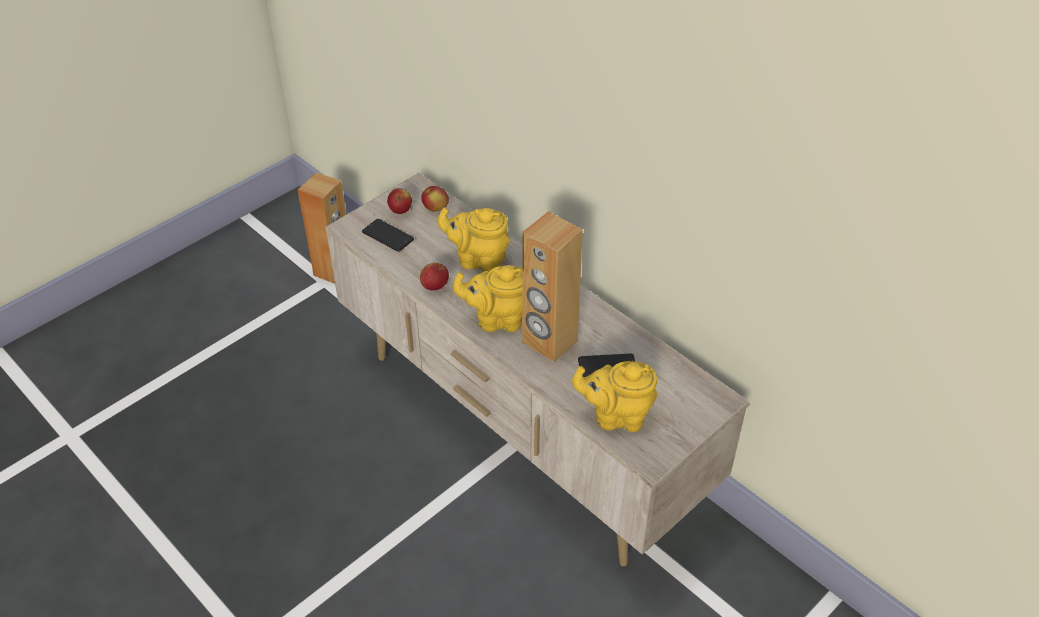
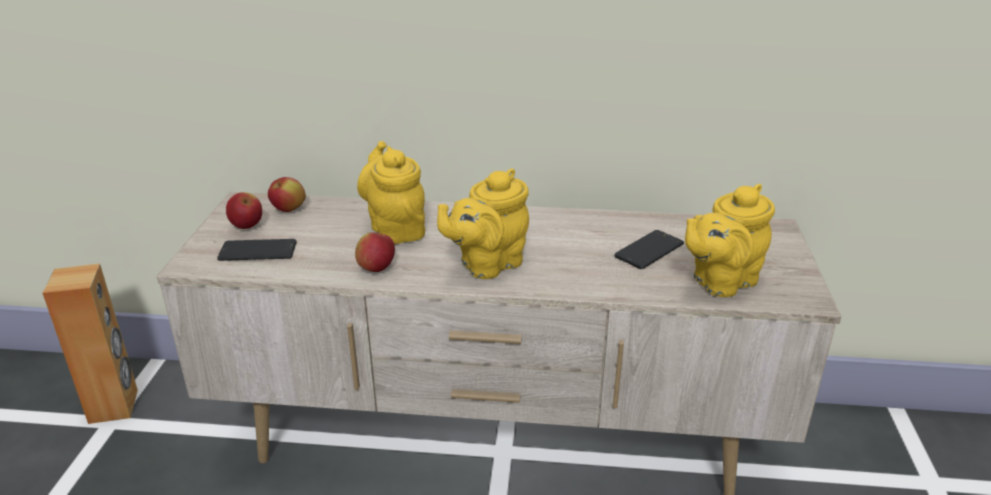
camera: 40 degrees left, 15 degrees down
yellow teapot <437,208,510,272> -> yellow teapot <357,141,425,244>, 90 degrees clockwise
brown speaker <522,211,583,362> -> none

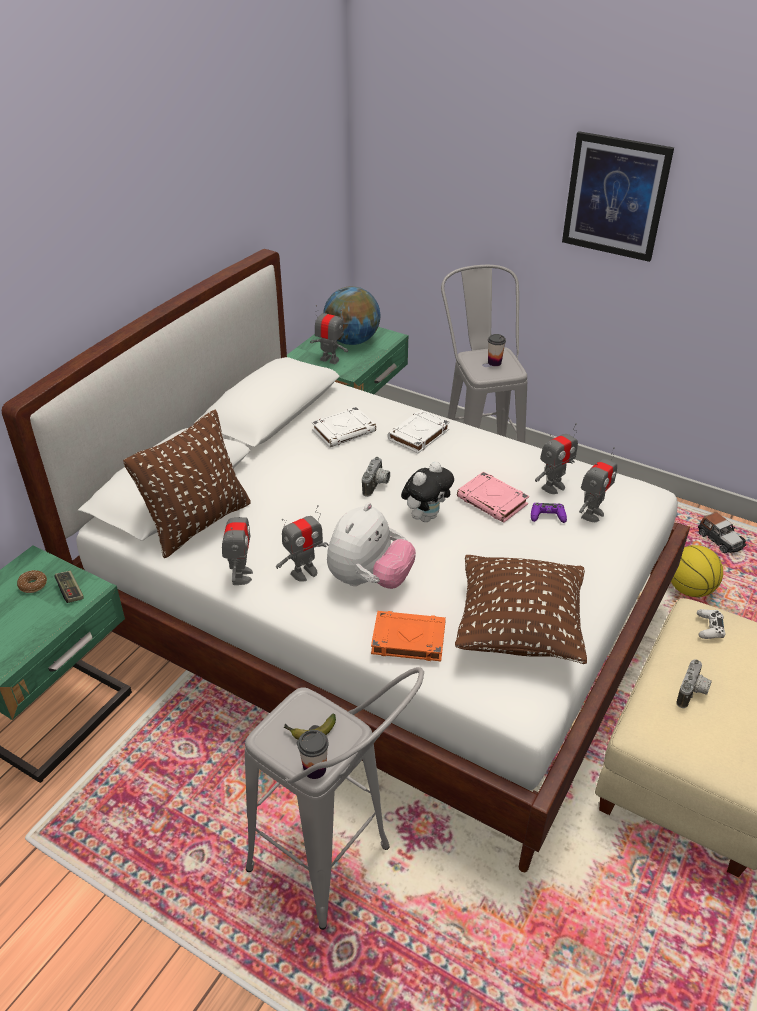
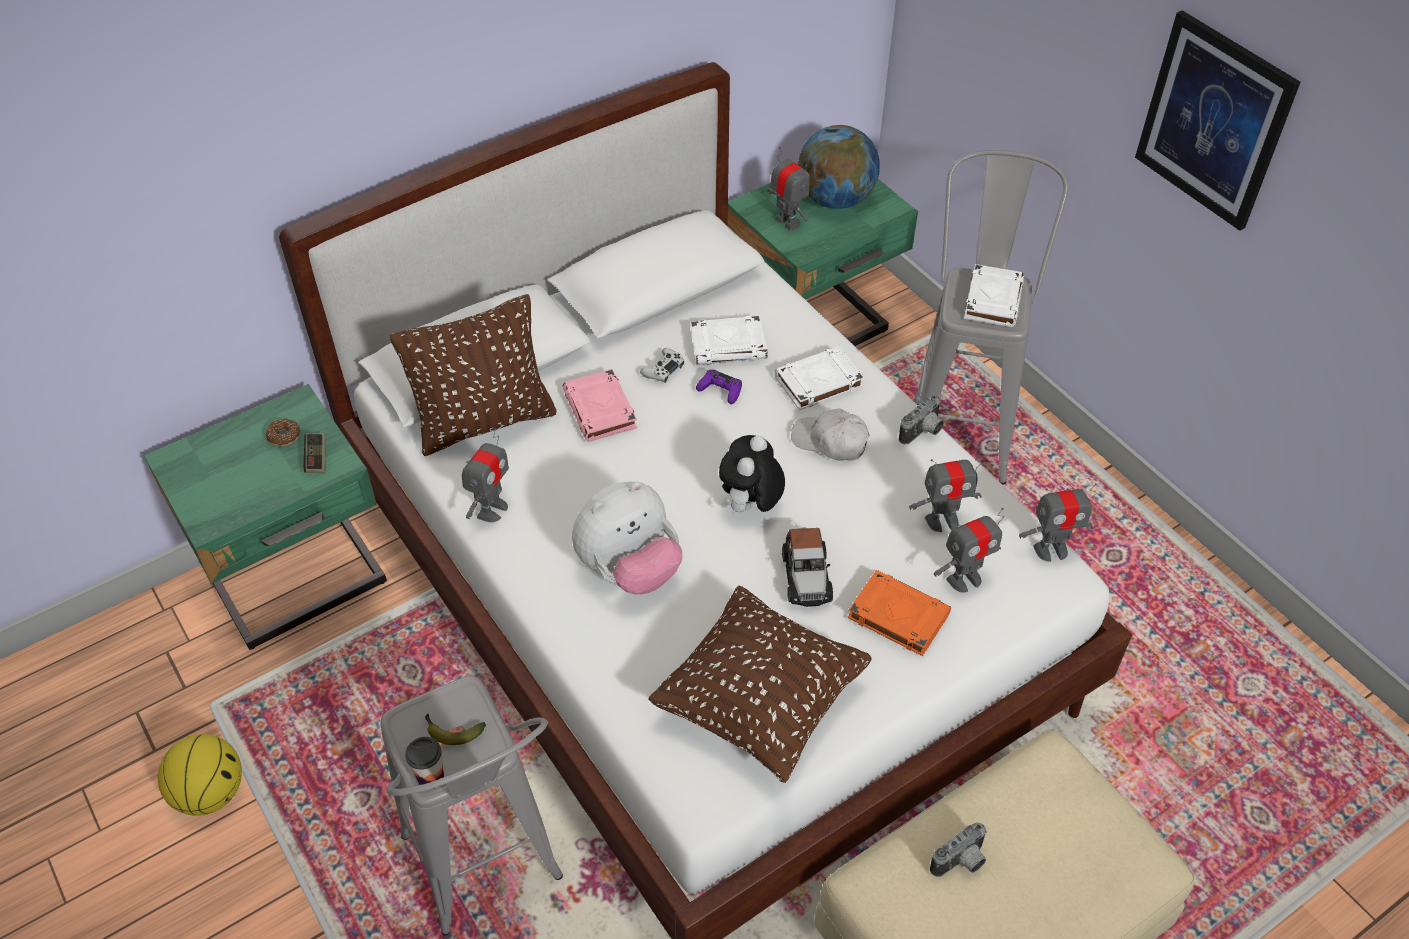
camera: 25 degrees right, 10 degrees up
cup <488,334,506,366> -> white book <964,264,1024,327>
photo camera <362,457,390,497> -> photo camera <899,396,944,445>, move
plush toy <401,461,454,522> -> plush toy <719,435,785,515>, 135 degrees clockwise
pink book <457,472,529,523> -> pink book <563,369,637,442>, move
purple game controller <531,503,567,523> -> purple game controller <696,369,742,404>, move
toy robot <276,505,329,582> -> toy robot <1019,483,1097,562>, move
toy car <698,512,746,554> -> toy car <782,528,833,607>, move
basketball <671,545,723,597> -> basketball <158,734,242,816>, move
white game controller <697,609,726,639> -> white game controller <640,348,684,383>, move
orange book <371,611,446,661> -> orange book <847,570,951,656>, move
none -> white cap <791,408,869,461>

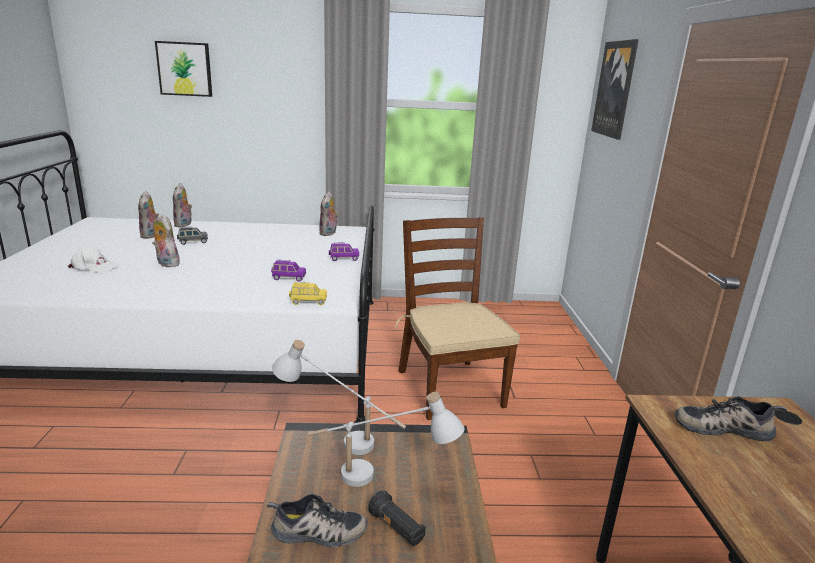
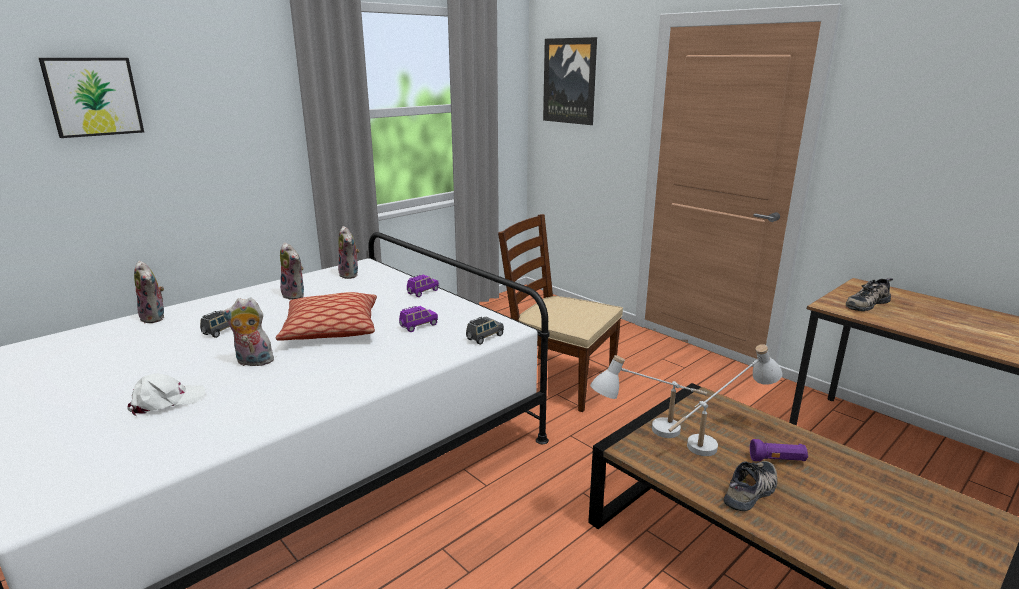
camera: 40 degrees left, 0 degrees up
plush toy <138,191,159,239> -> plush toy <280,242,304,300>, move
yellow toy car <289,283,327,305> -> grey toy car <466,316,504,345>
black flashlight <368,490,426,546> -> purple flashlight <750,439,808,461>
none -> pillow <276,292,377,340>

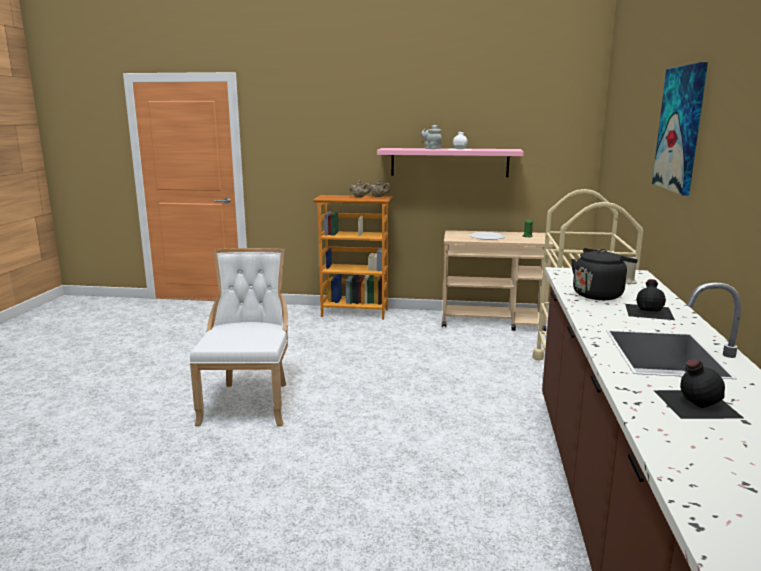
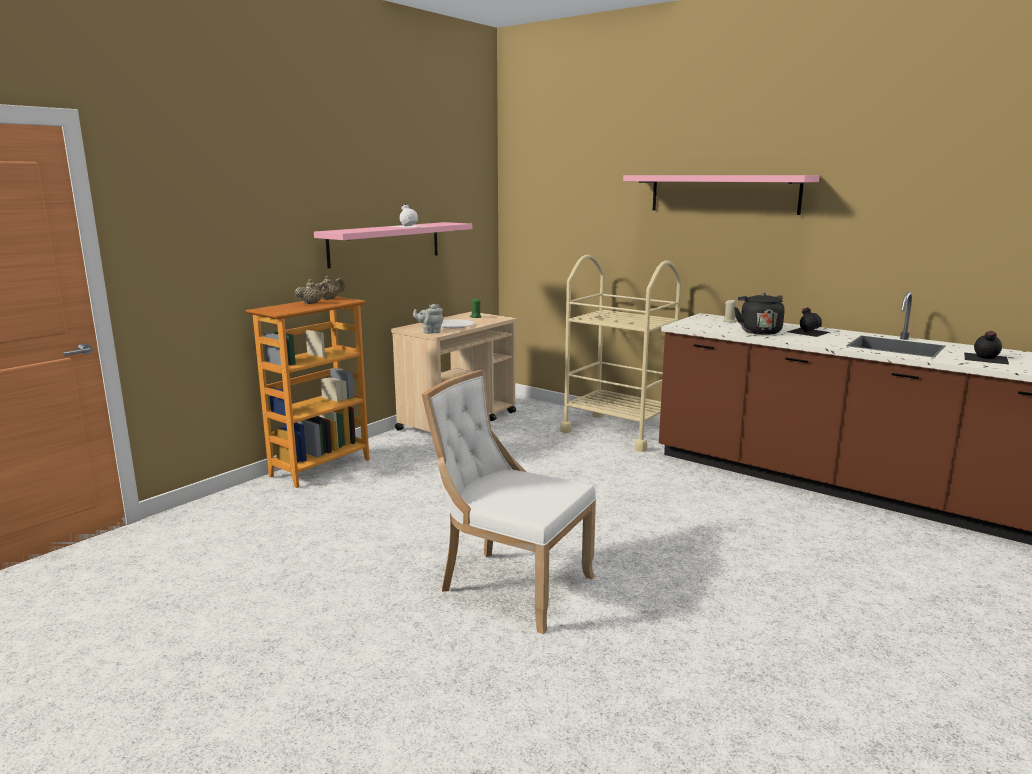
camera: 60 degrees left, 0 degrees up
picture <652,62,708,195> -> pink shelf <623,175,820,215>
grey teapot <421,125,442,149> -> grey teapot <413,304,444,334>, move

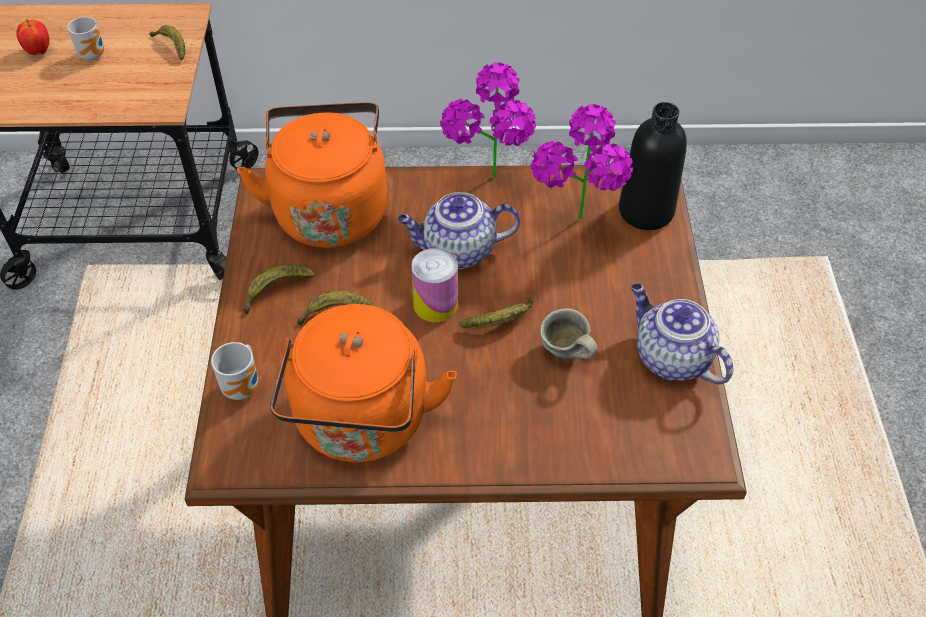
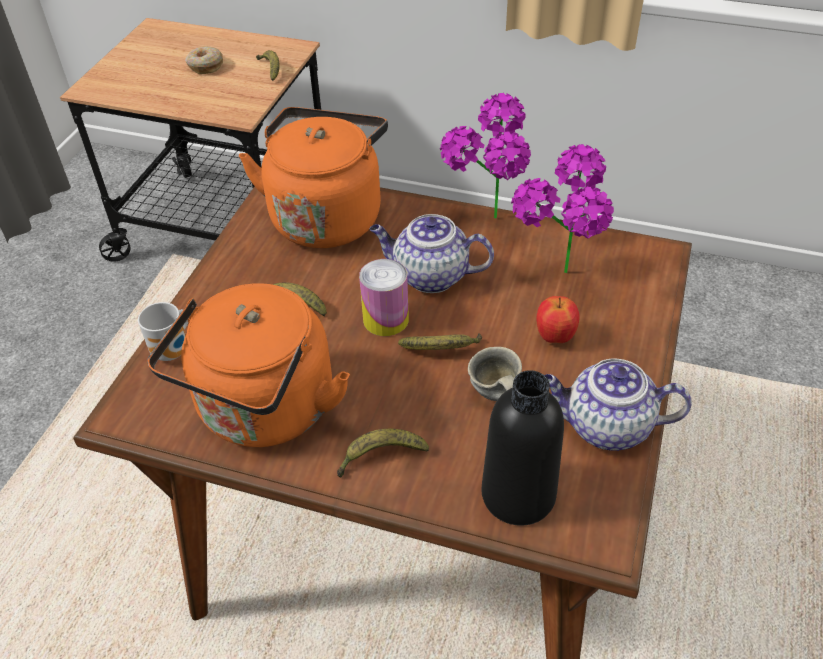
camera: 20 degrees right, 5 degrees down
mug <67,17,104,61> -> donut <185,46,223,74>
apple <17,19,49,55> -> apple <537,296,579,343>, move
black bottle <619,102,687,230> -> black bottle <482,370,564,526>, move
banana <244,264,314,314> -> banana <337,429,429,477>, move
teapot <631,283,733,384> -> teapot <544,359,692,451>, 60 degrees counterclockwise

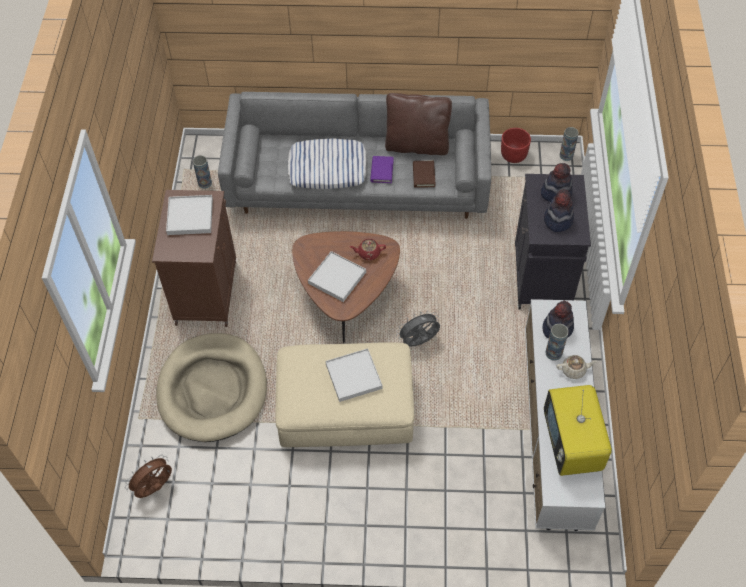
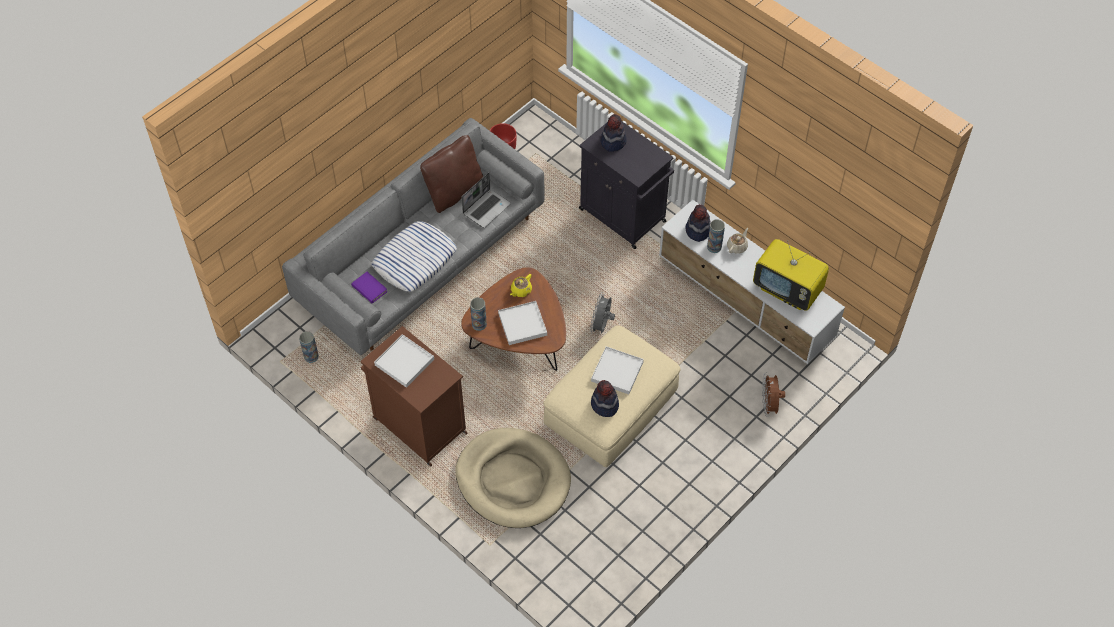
camera: 50 degrees left, 0 degrees up
vase <560,127,579,161> -> vase <470,297,487,331>, move
purple book <370,156,394,183> -> purple book <351,272,388,303>, move
brown book <413,160,435,188> -> laptop <461,172,511,228>
hat <544,190,574,232> -> hat <591,380,619,417>, move
red teapot <350,239,386,260> -> yellow teapot <510,274,532,297>
brown fan <125,454,172,498> -> brown fan <762,373,785,417>, move

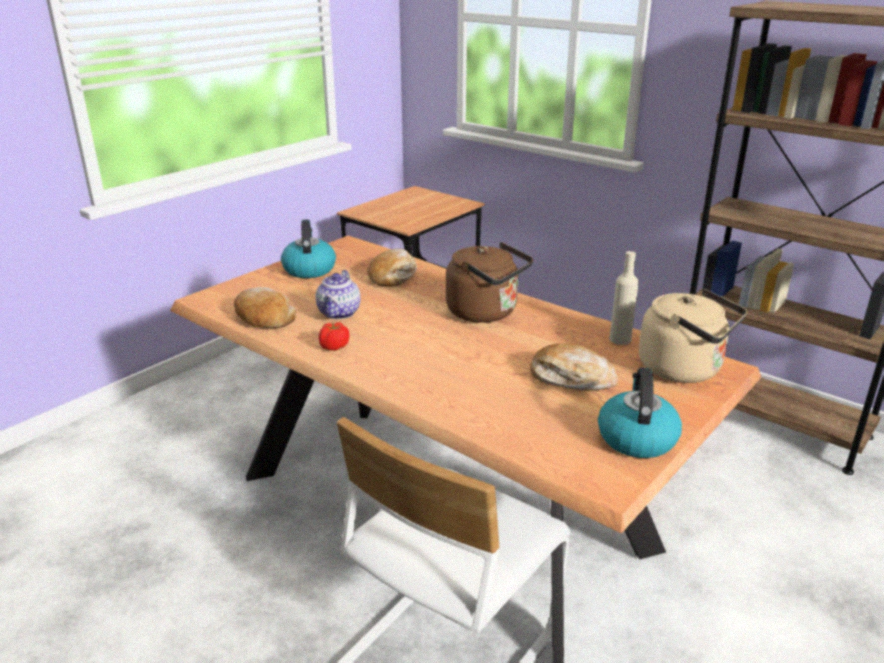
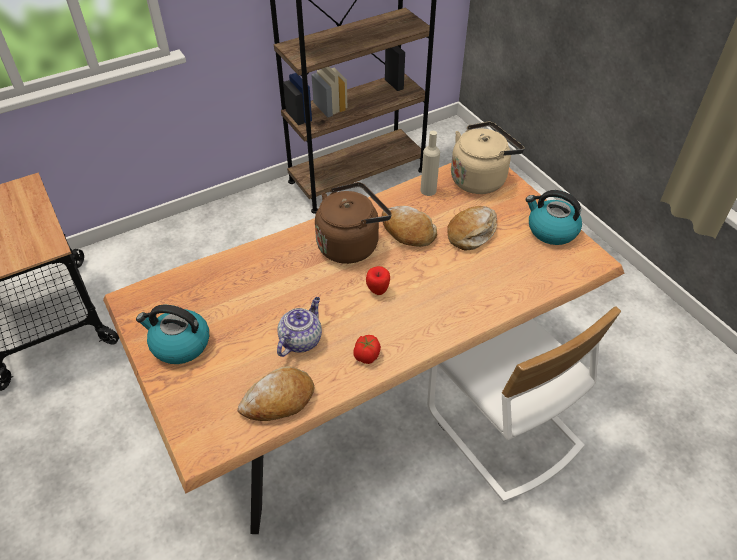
camera: 70 degrees left, 20 degrees up
bread <367,248,417,287> -> bread <382,206,437,247>, move
teapot <316,270,361,319> -> teapot <277,297,322,357>, 90 degrees counterclockwise
none -> apple <366,266,390,295>

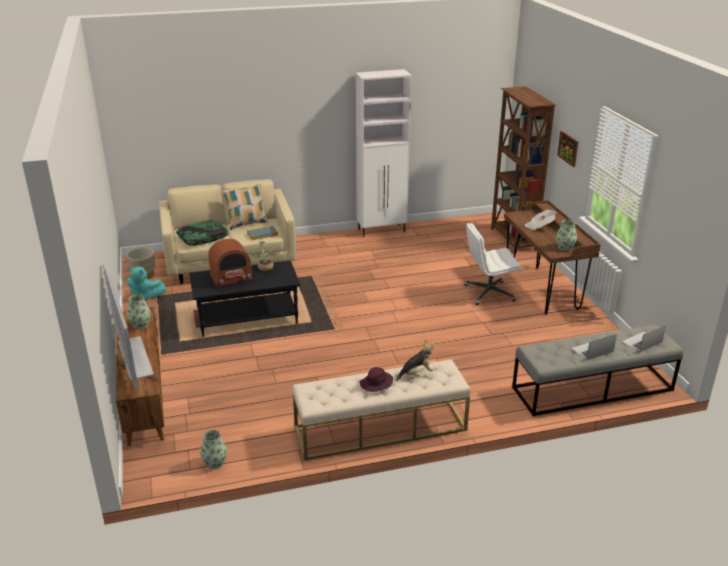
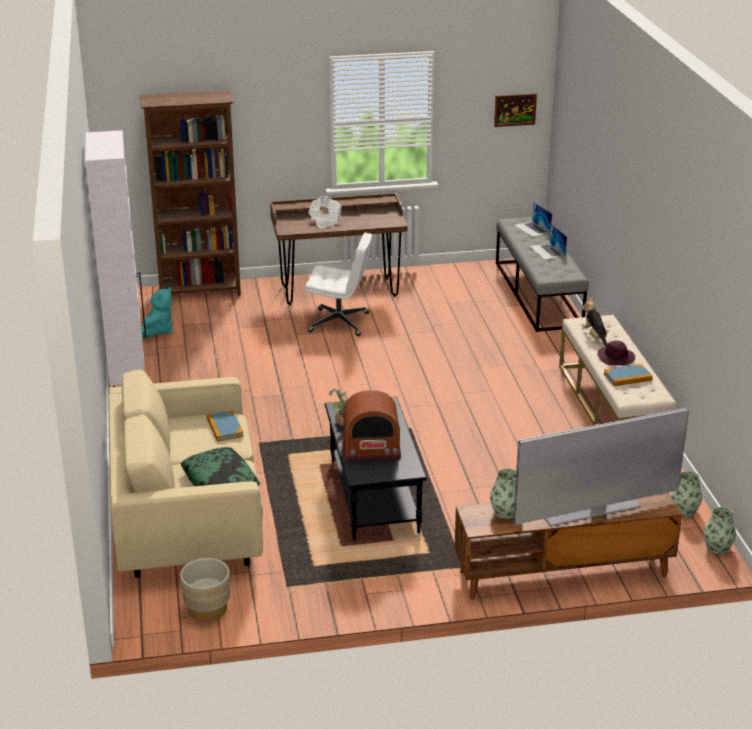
camera: 85 degrees left, 0 degrees up
picture <557,131,578,167> -> picture <494,93,537,127>, move
pillow <223,184,267,230> -> none
vase <556,220,577,251> -> vase <704,507,736,554>, move
white office chair <464,223,521,305> -> white office chair <305,233,372,336>, 75 degrees counterclockwise
radio <208,239,253,288> -> radio <342,390,401,460>, 105 degrees clockwise
turquoise plush toy <126,267,166,300> -> turquoise plush toy <141,287,172,338>, move
none -> book <604,364,653,386>

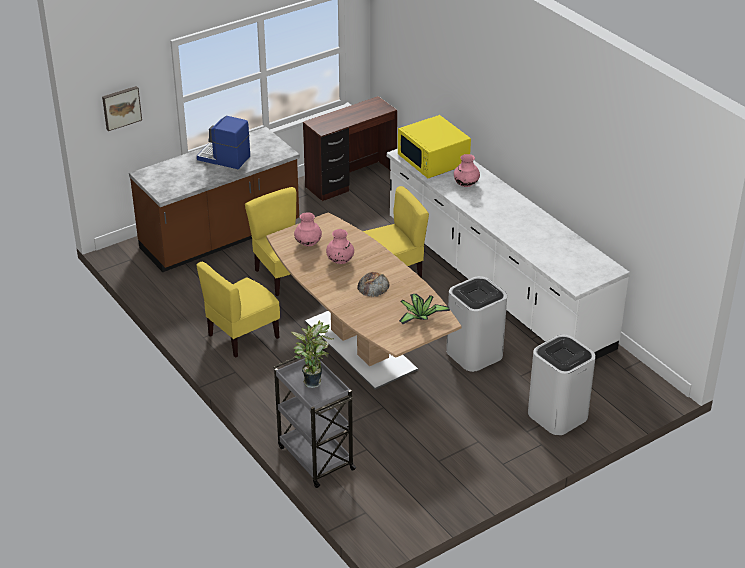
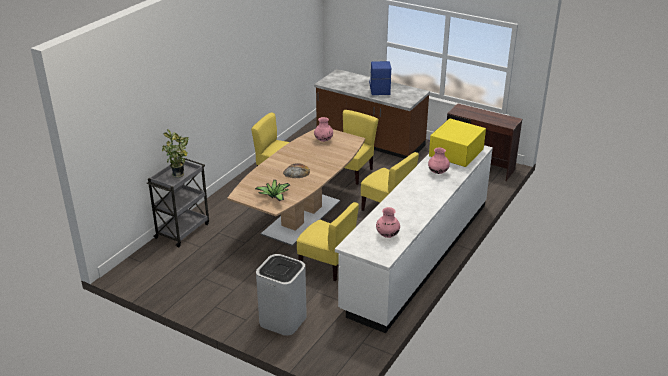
camera: 65 degrees right, 5 degrees down
picture <102,86,142,131> -> none
pink vase <326,229,354,264> -> pink vase <376,207,400,238>, move
white trash can <446,276,507,372> -> yellow chair <297,202,359,281>

